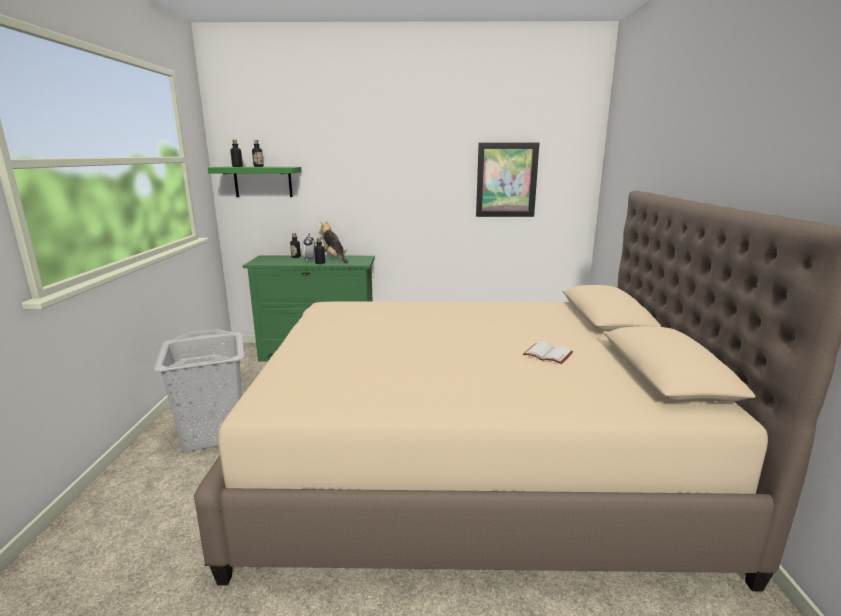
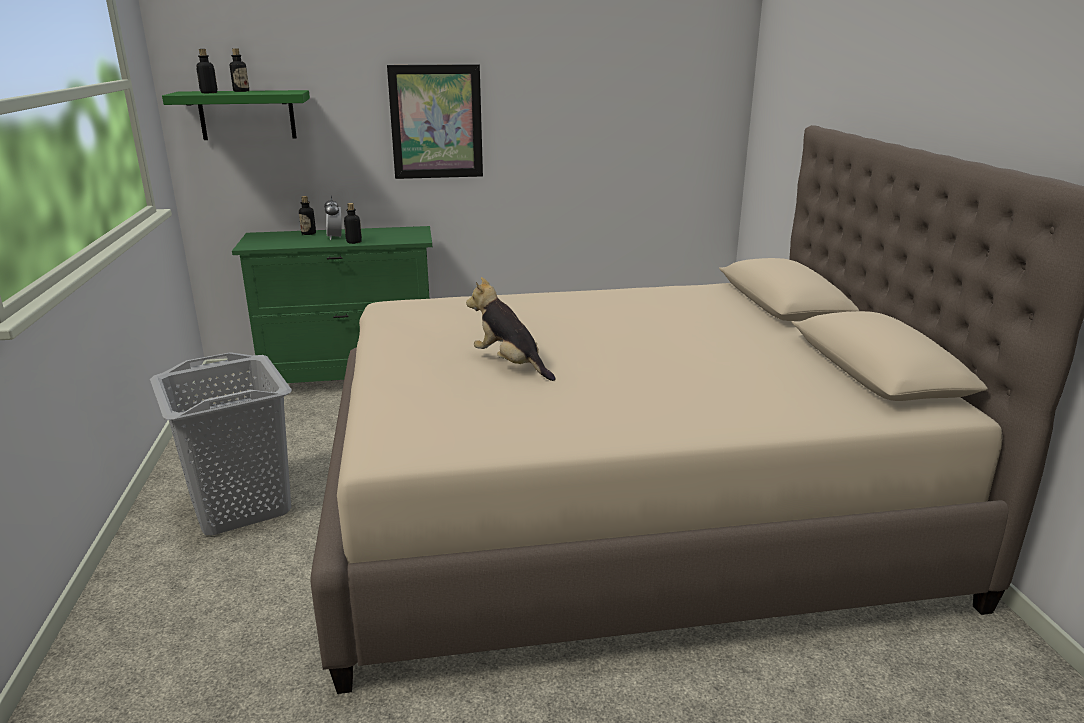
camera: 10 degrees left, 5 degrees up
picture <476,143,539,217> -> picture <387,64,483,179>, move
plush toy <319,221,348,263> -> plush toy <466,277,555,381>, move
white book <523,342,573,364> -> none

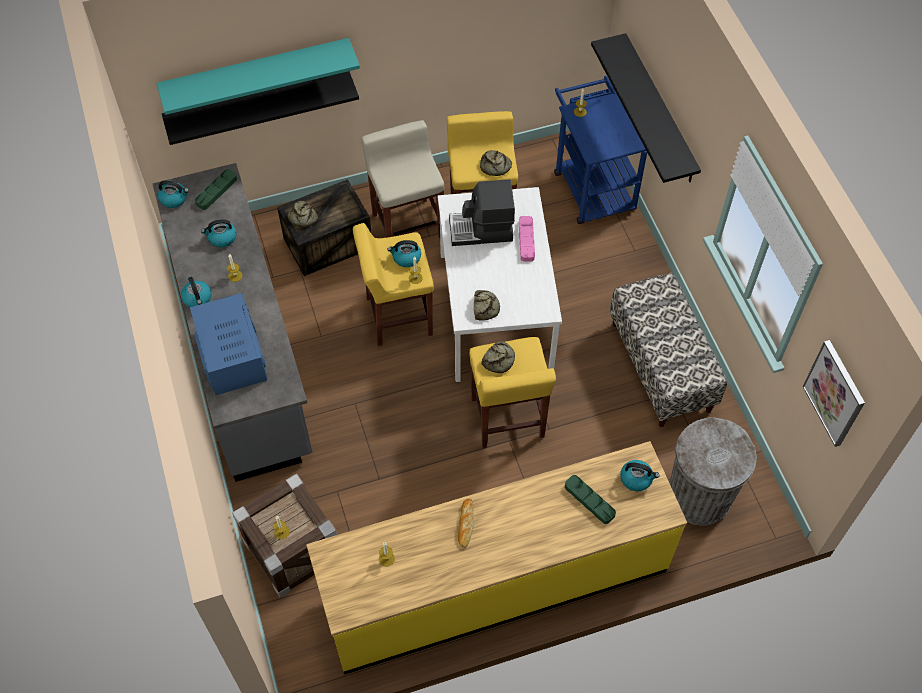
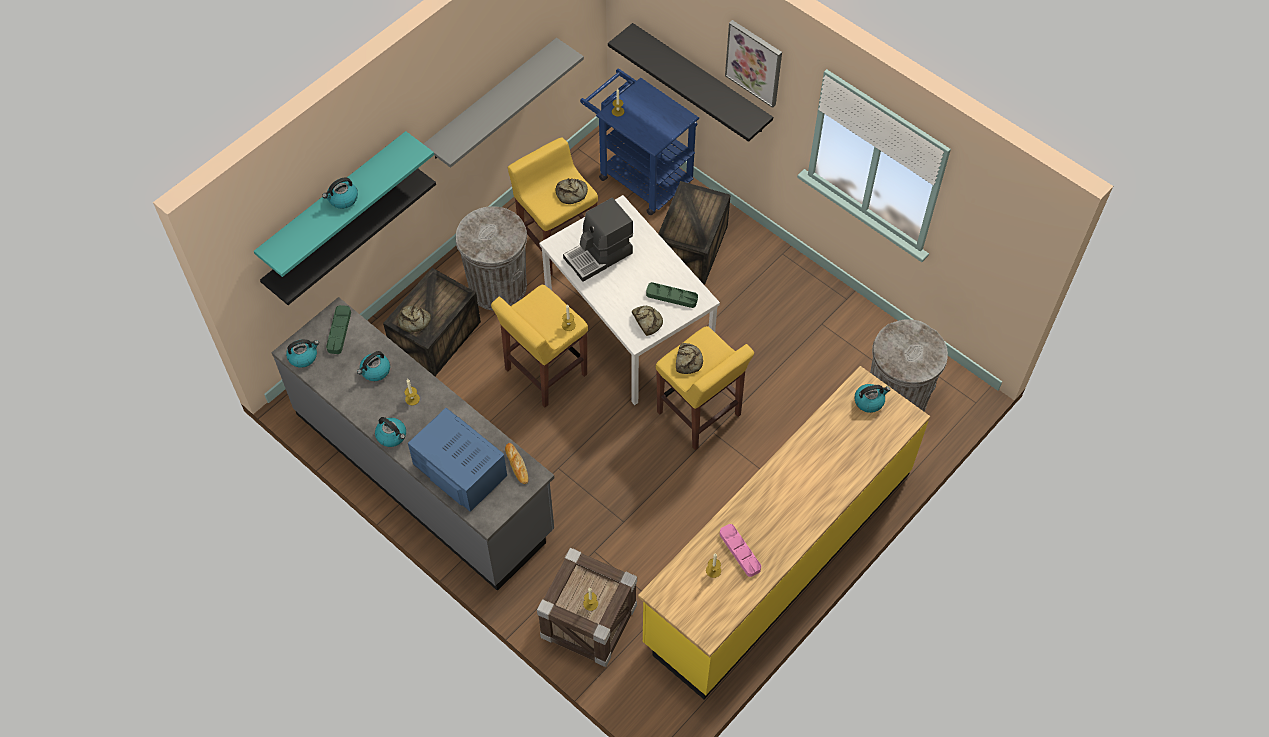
camera: 30 degrees left, 0 degrees up
beige stool <362,120,444,239> -> grey trash can <455,206,527,310>
pink tray <519,216,535,261> -> pink tray <720,524,761,577>, move
kettle <387,240,421,267> -> kettle <322,177,358,209>, move
bench <610,273,727,427> -> none
picture <803,340,865,447> -> picture <725,20,782,108>, move
green tray <565,475,616,524> -> green tray <646,282,698,308>, move
bread <458,499,474,548> -> bread <505,443,528,484>, move
none -> grey shelf <424,38,584,168>
none -> crate <658,181,731,284>

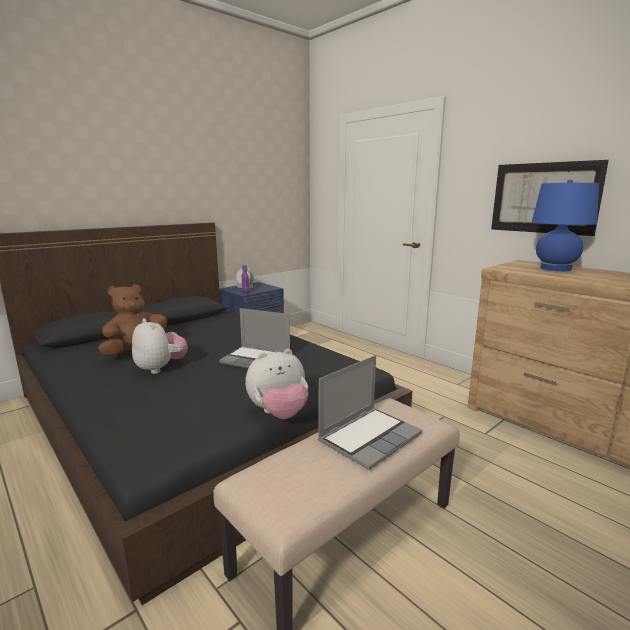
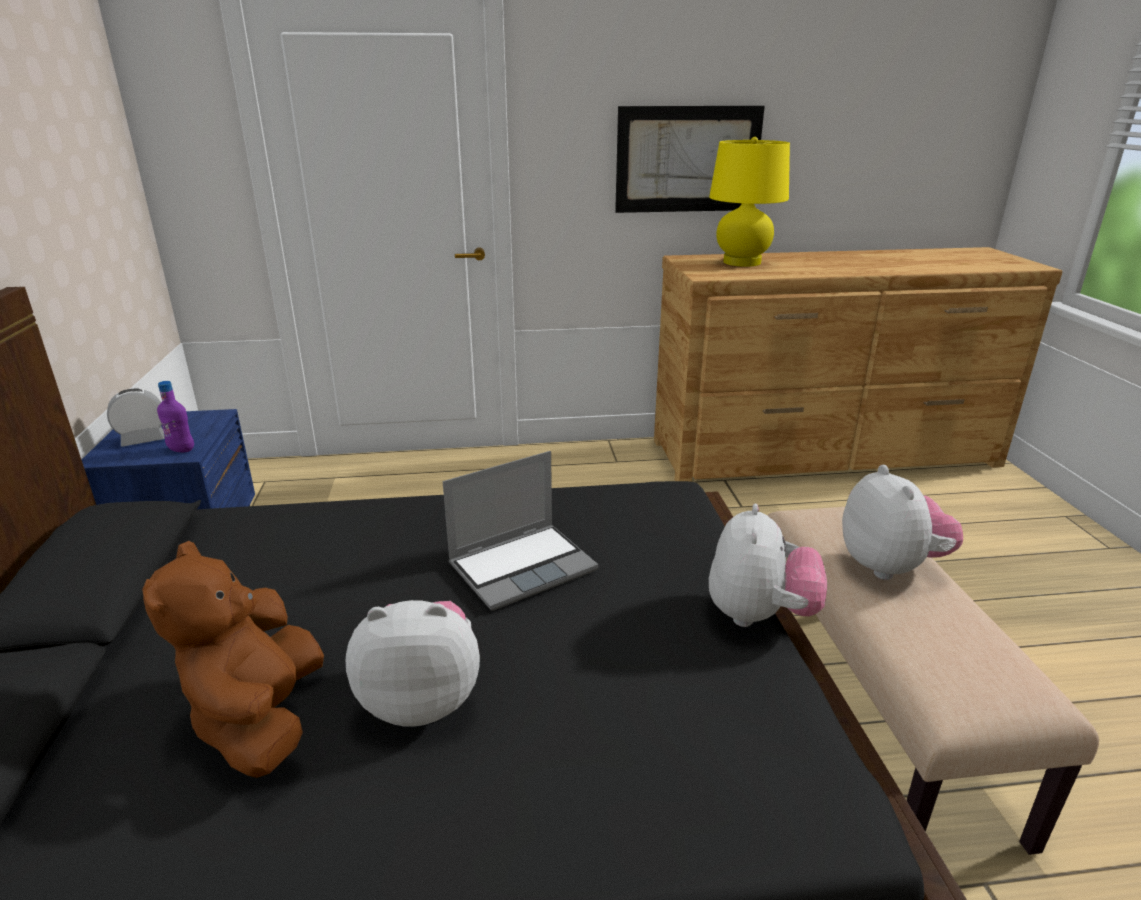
camera: 55 degrees left, 10 degrees up
blue table lamp <532,179,599,271> -> yellow table lamp <709,137,790,267>
laptop <318,355,422,470> -> plush toy <842,465,963,580>

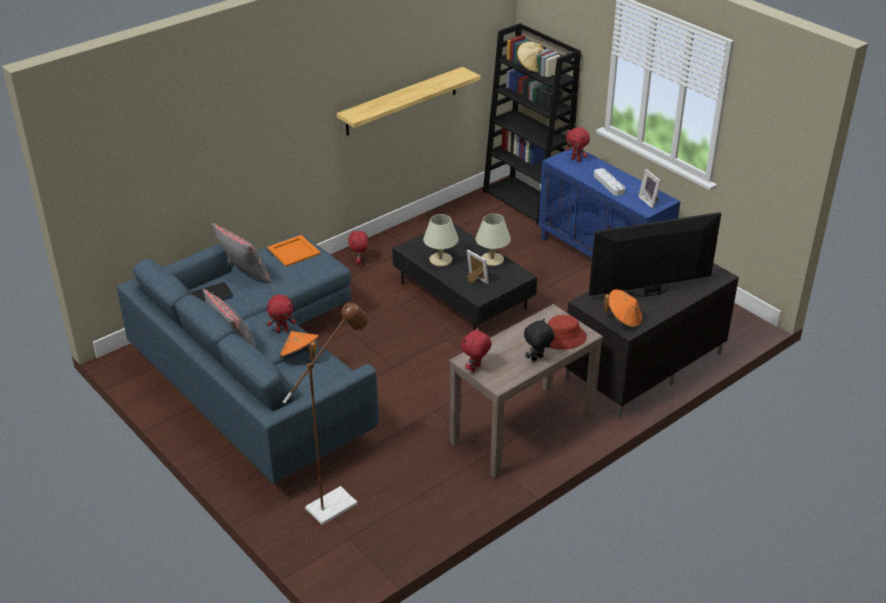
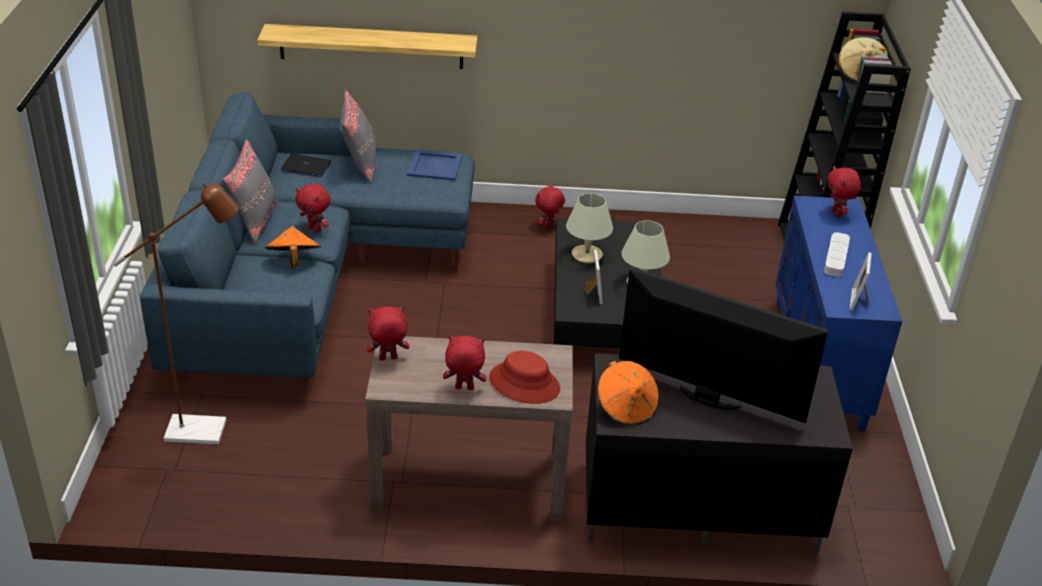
camera: 40 degrees right, 0 degrees up
shelf <336,67,481,136> -> shelf <257,24,477,69>, move
orange tray <267,235,321,267> -> blue tray <407,149,463,181>
black plush toy <524,318,555,361> -> red plush toy <443,336,487,390>

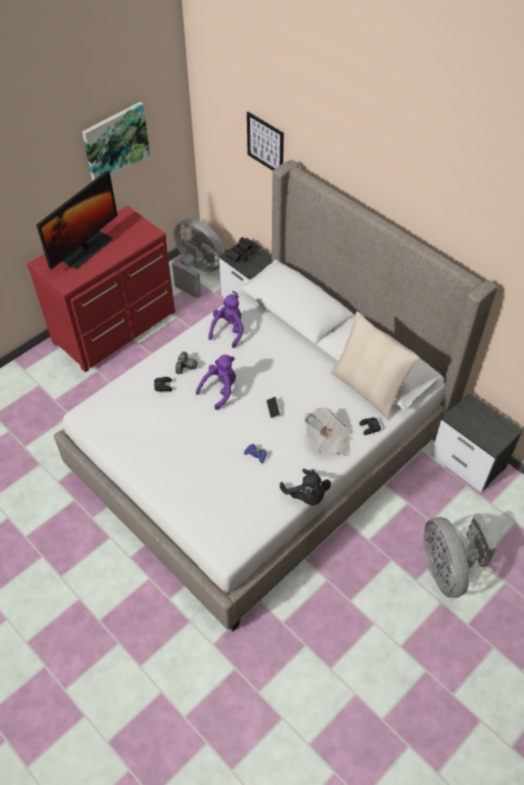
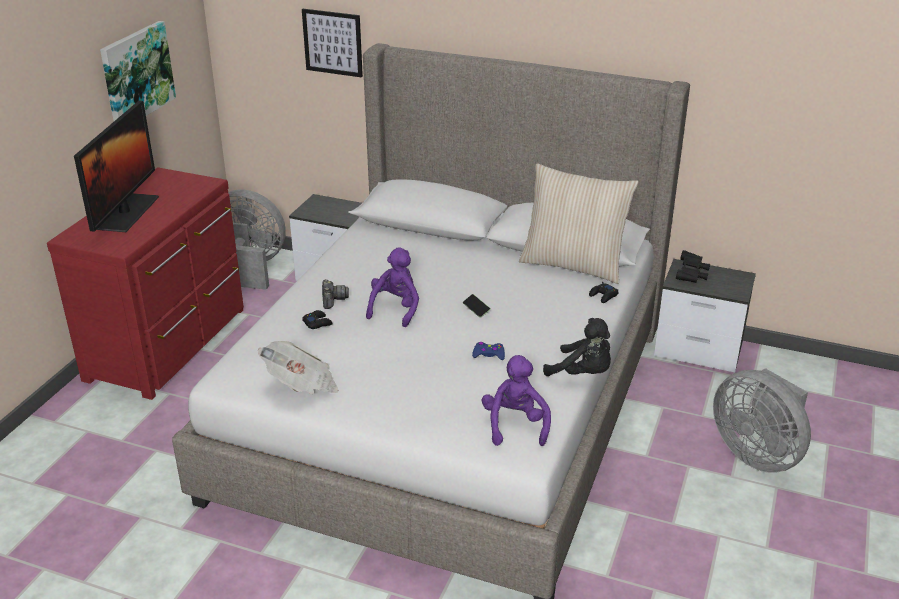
camera: 25 degrees left, 20 degrees down
black binoculars <225,237,254,262> -> black binoculars <676,250,710,283>, move
purple plush toy <208,294,244,348> -> purple plush toy <482,355,551,446>, move
newspaper <304,408,351,456> -> newspaper <258,341,339,394>, move

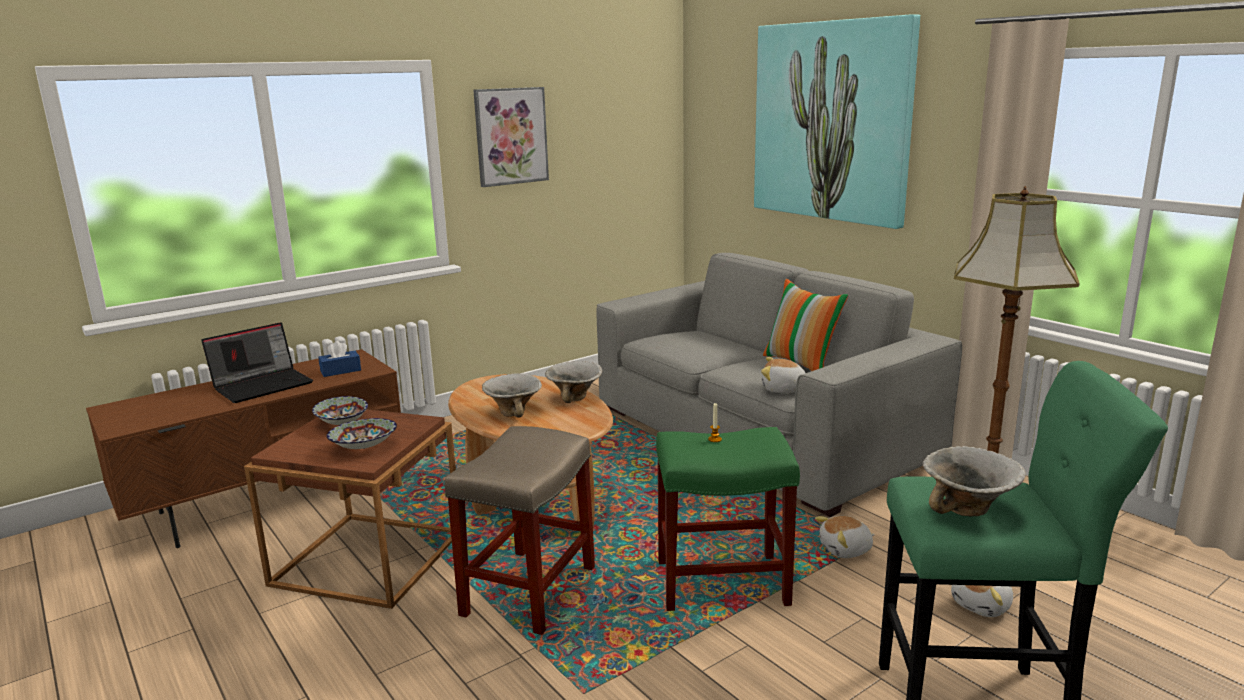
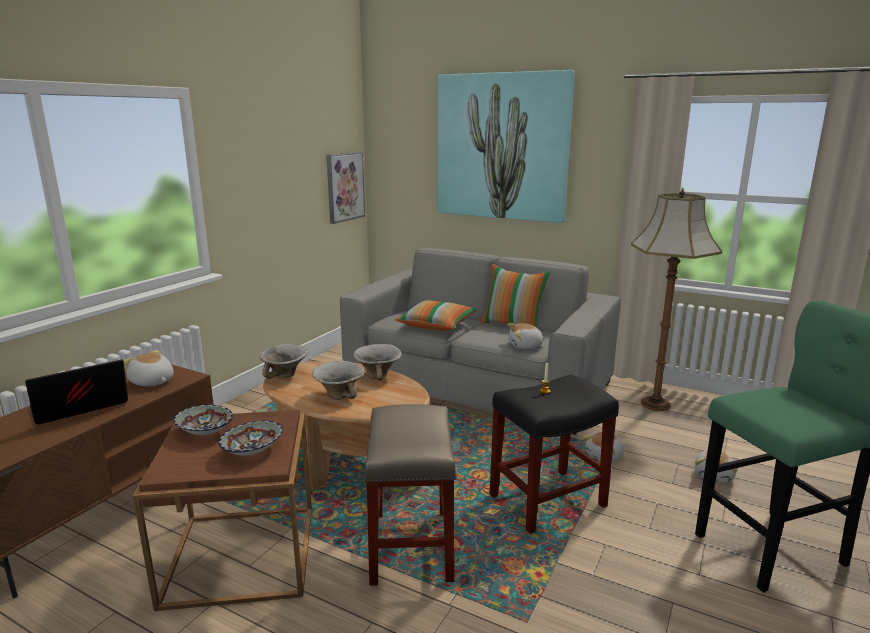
camera: 25 degrees left, 0 degrees up
picture <473,87,549,187> -> picture <326,152,365,224>, move
laptop <201,322,313,403> -> laptop <25,360,128,425>, 150 degrees counterclockwise
blue tissue box <318,341,361,377> -> plush toy <123,350,174,387>
green stool <656,427,800,611> -> black stool <490,374,619,534>
bowl <923,446,1026,516> -> bowl <259,344,308,379>, move
none -> pillow <395,300,477,331>

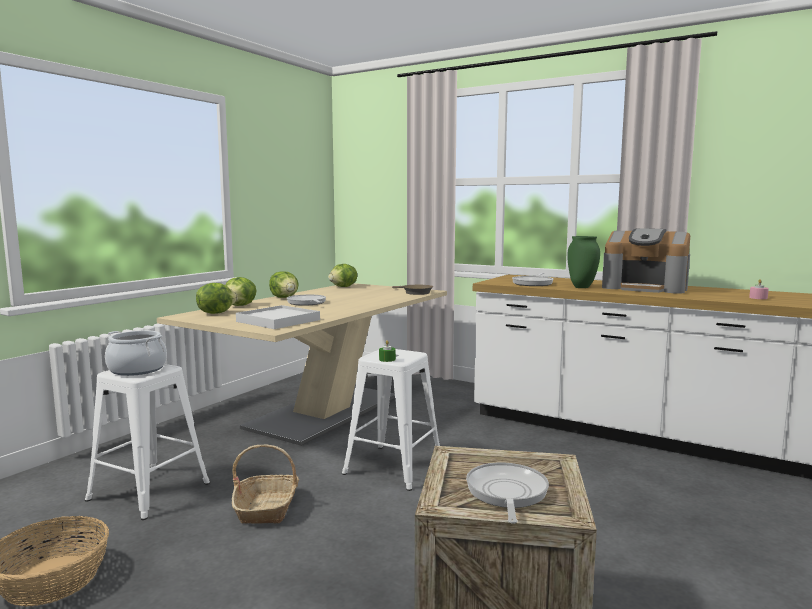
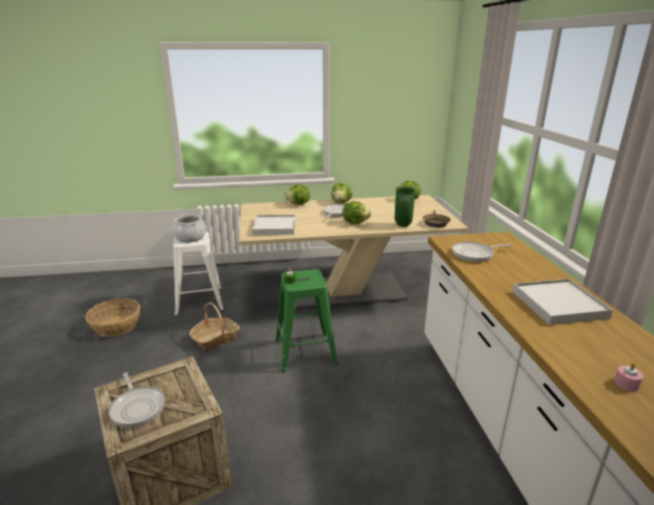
camera: 50 degrees right, 15 degrees up
coffee machine <602,228,690,294> -> white tray <513,279,613,325>
green vase <567,236,600,288> -> green vase <395,187,415,227>, move
lettuce <196,283,237,314> -> lettuce <342,201,371,224>, move
white stool <342,349,440,491> -> green stool <275,269,338,373>
frying pan <466,463,549,524> -> frying pan <108,372,165,428>, 90 degrees clockwise

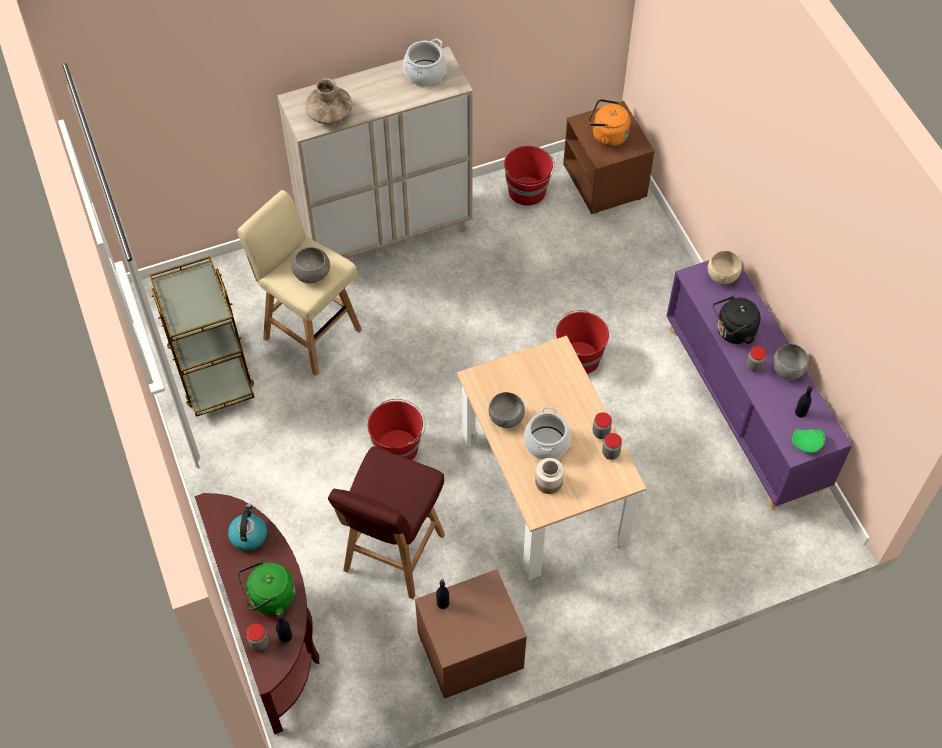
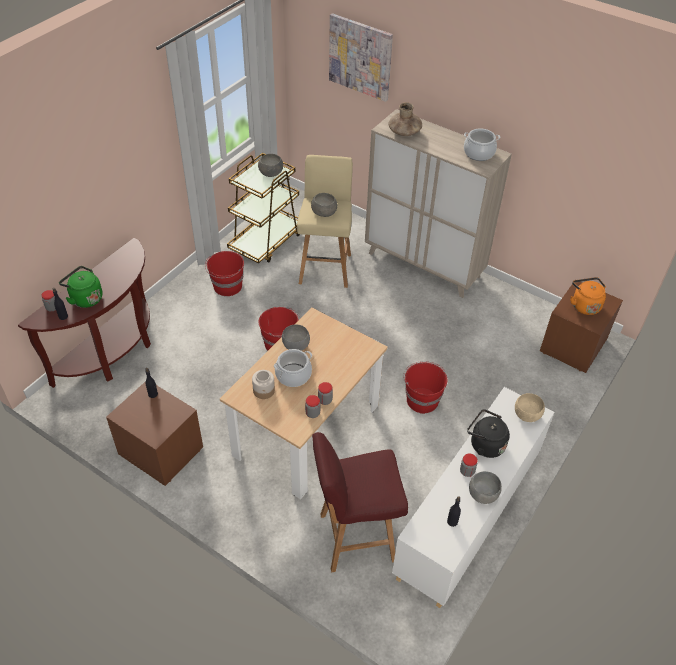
camera: 55 degrees right, 10 degrees down
red bucket <504,146,555,206> -> red bucket <205,251,244,296>, move
purple cabinet <666,260,852,511> -> white cabinet <392,387,554,608>
green plate <792,429,825,453> -> none
red stool <328,447,445,599> -> red stool <312,432,408,572>, move
kettle <228,504,267,551> -> none
none -> picture <329,13,393,102>
none -> grey bowl <258,154,283,177>

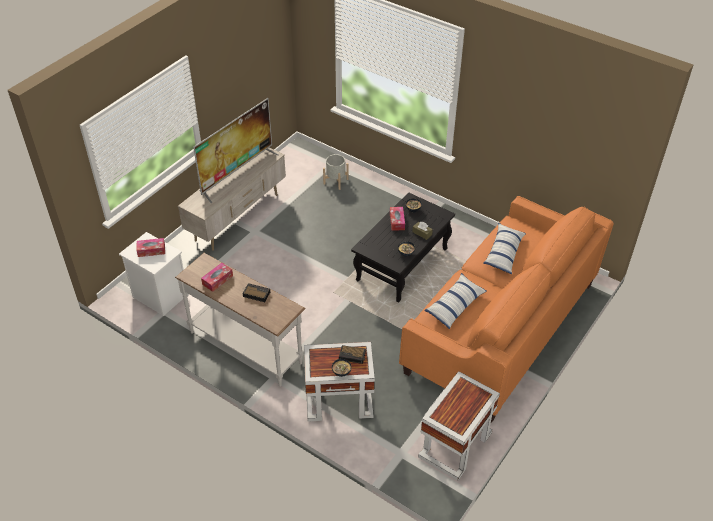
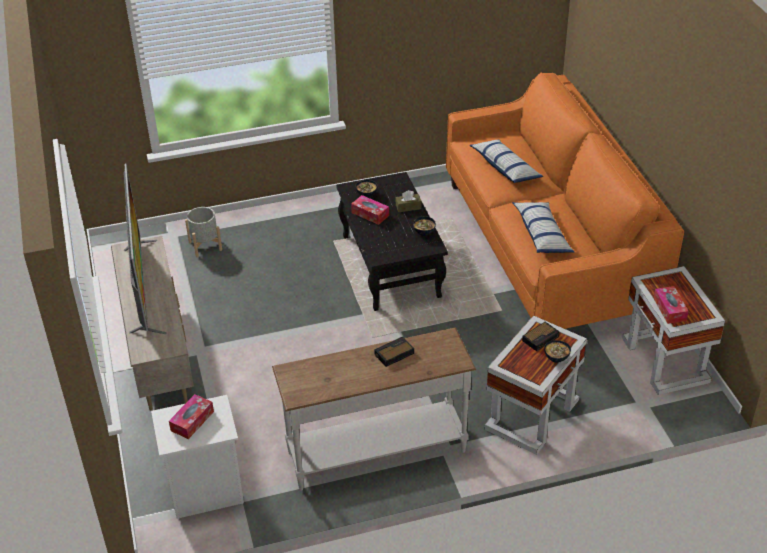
camera: 50 degrees left, 5 degrees down
tissue box <201,263,233,292> -> tissue box <654,286,689,324>, move

